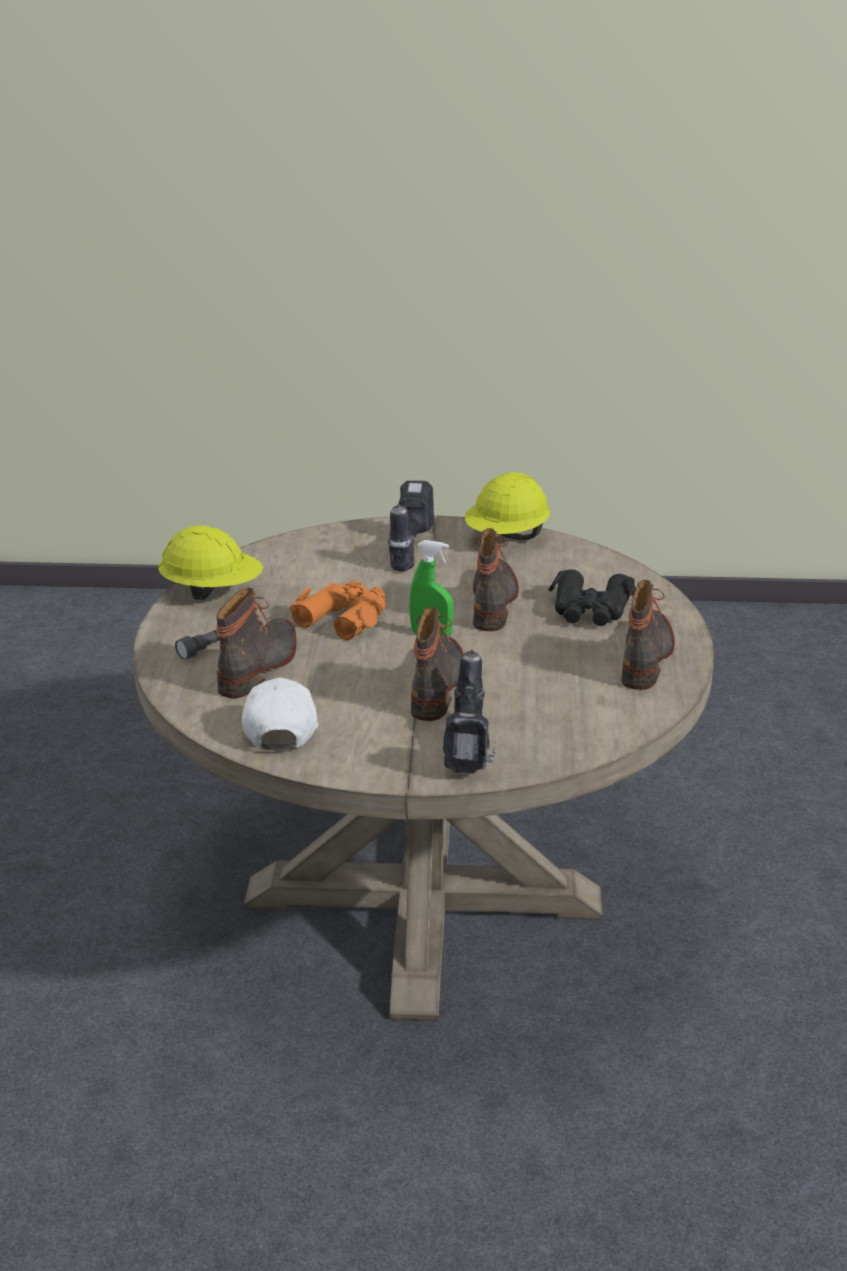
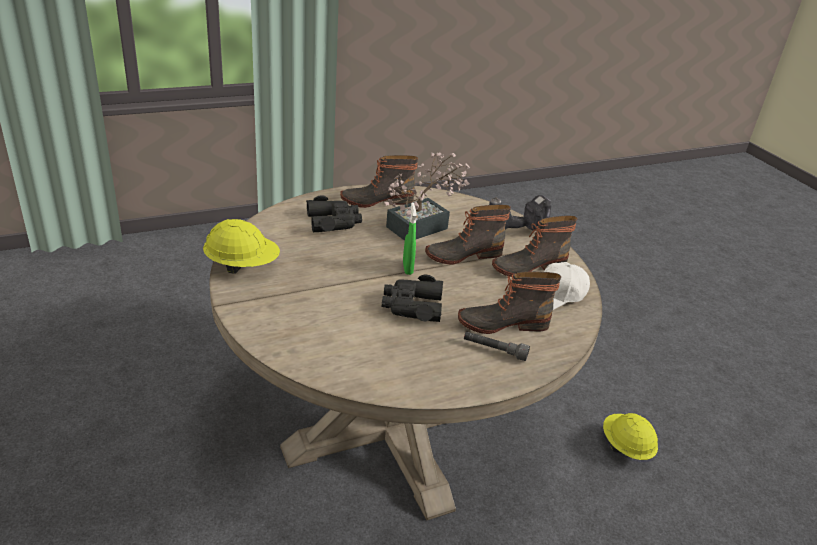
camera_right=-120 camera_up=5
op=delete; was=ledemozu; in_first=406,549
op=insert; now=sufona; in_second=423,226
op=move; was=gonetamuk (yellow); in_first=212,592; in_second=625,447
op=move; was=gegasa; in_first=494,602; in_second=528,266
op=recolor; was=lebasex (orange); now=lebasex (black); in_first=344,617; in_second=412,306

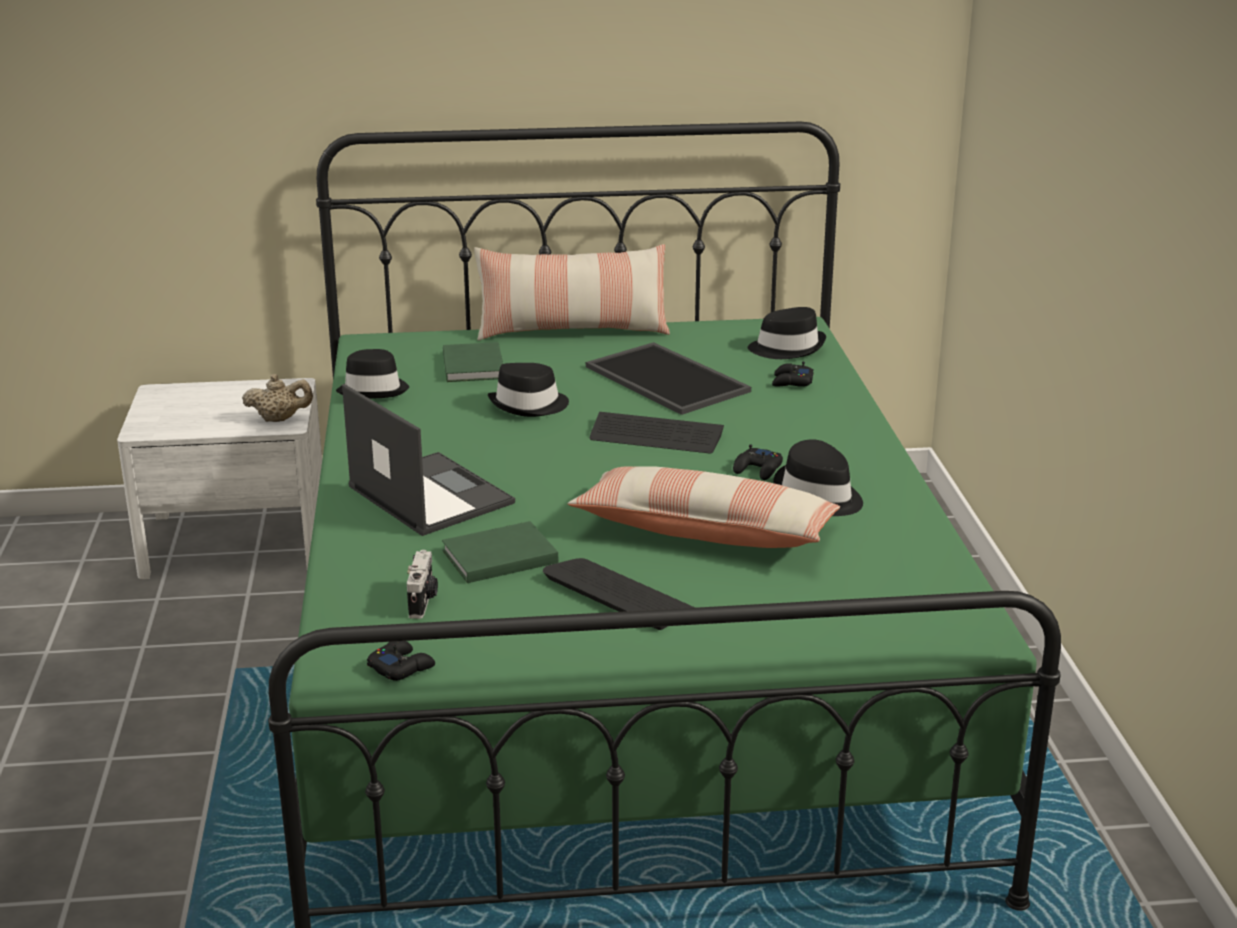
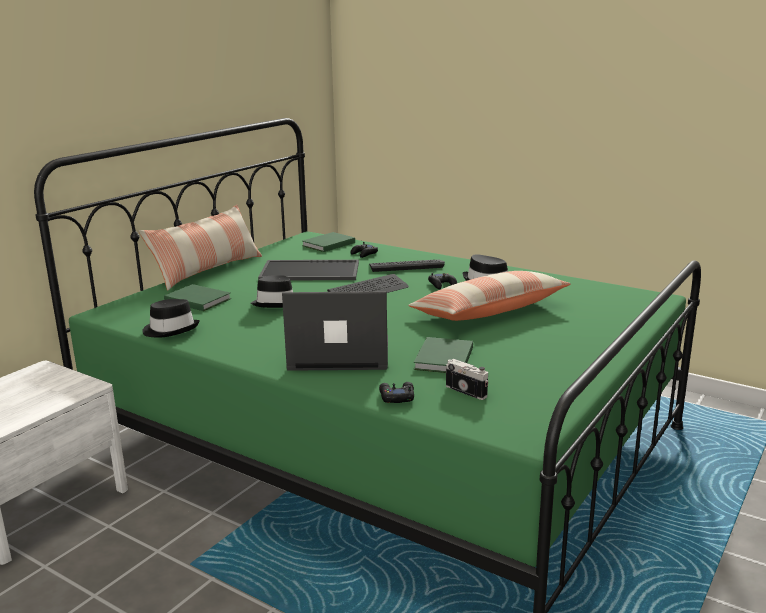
camera_right=-50 camera_up=-5
op=delete; was=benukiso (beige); in_first=279,419
op=move; was=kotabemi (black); in_first=401,667; in_second=396,397
op=move; was=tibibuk; in_first=618,594; in_second=406,266
op=replace; was=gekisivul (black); now=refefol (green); in_first=787,348; in_second=327,244

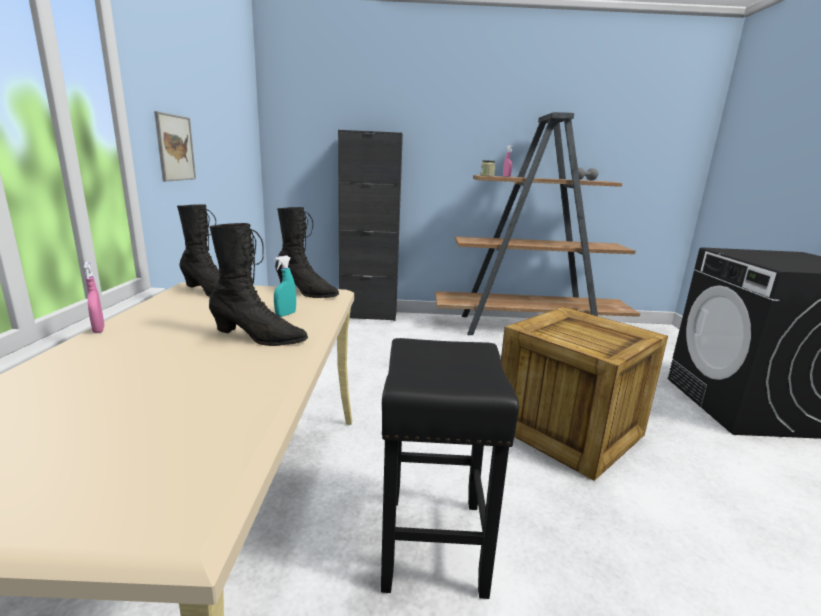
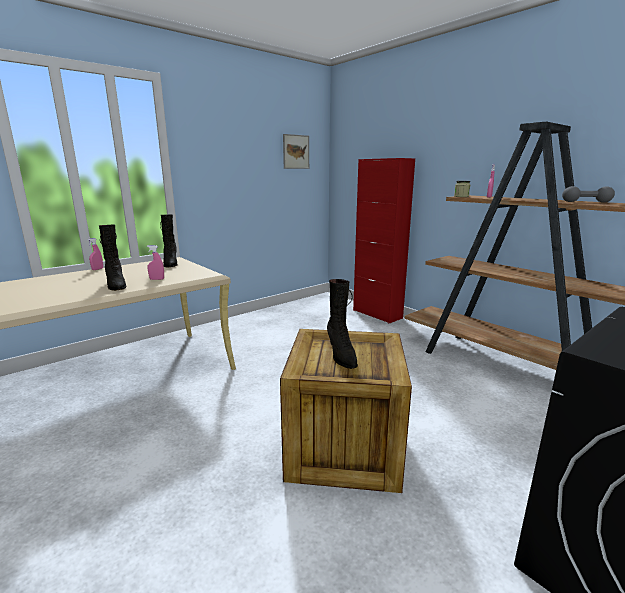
camera_right=50 camera_up=0
op=delete; was=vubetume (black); in_first=434,545
op=move; was=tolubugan; in_first=175,148; in_second=296,152
op=move; was=gegasa (black); in_first=306,292; in_second=341,355
op=recolor; was=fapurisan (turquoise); now=fapurisan (pink); in_first=285,314; in_second=157,279
op=recolor; was=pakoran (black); now=pakoran (red); in_first=368,315; in_second=377,314

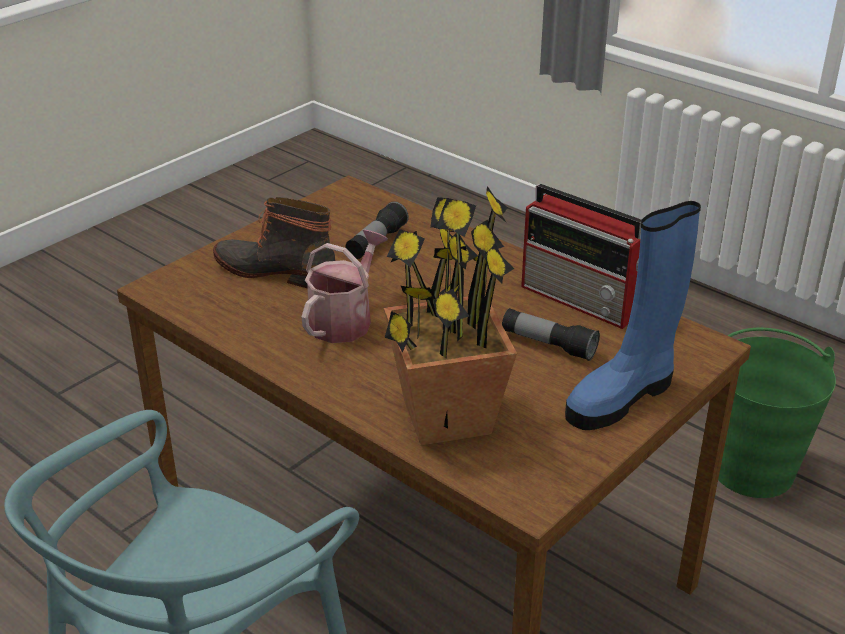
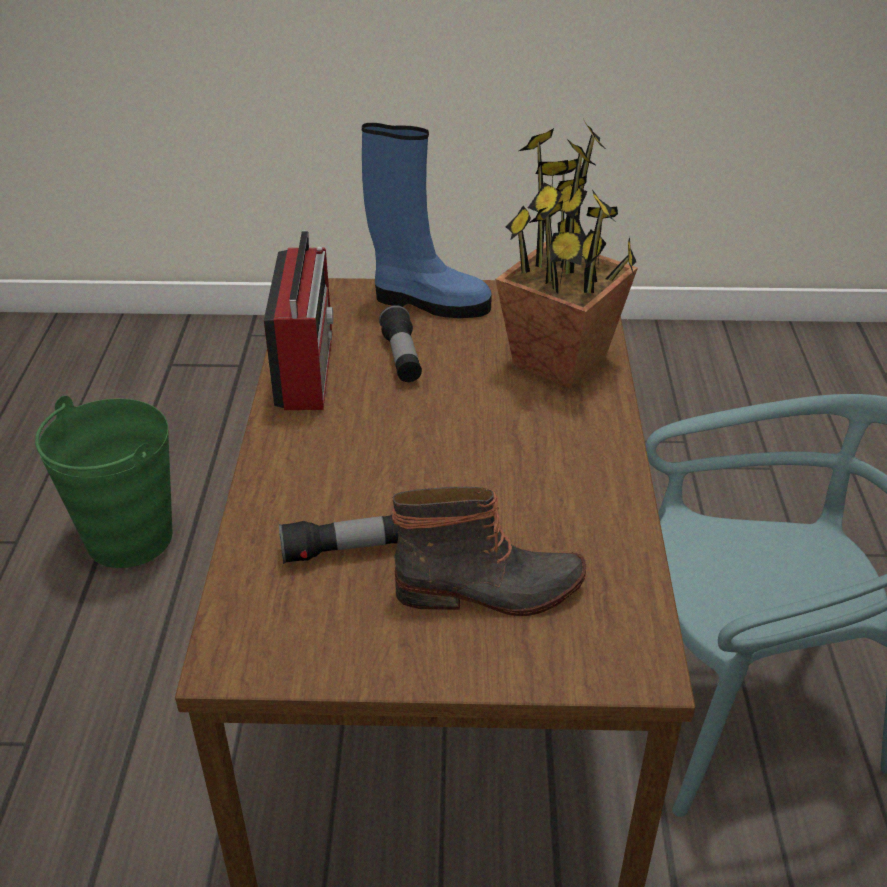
camera_right=-130 camera_up=5
op=delete; was=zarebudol; in_first=345,319
op=rotate; was=gegasa; in_first=277,270; in_second=490,591; clockwise=-75

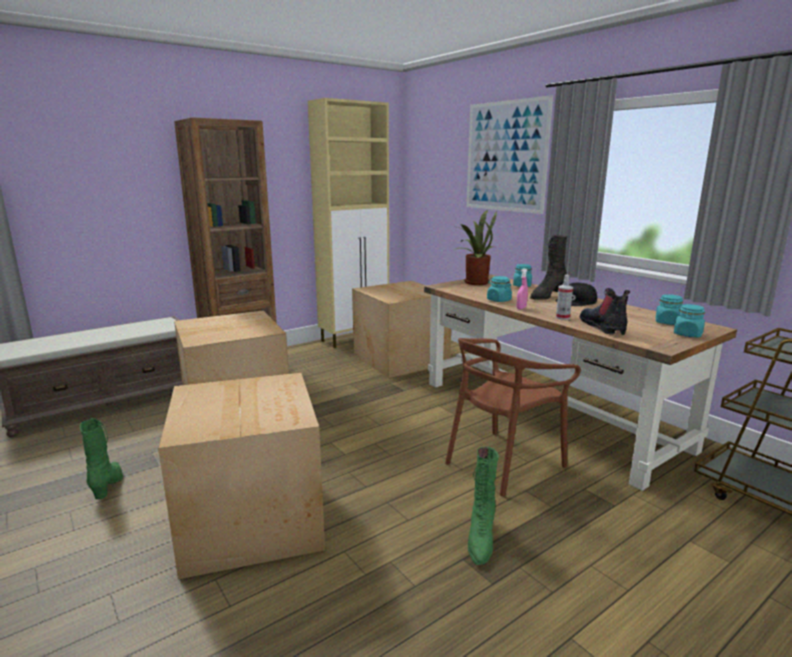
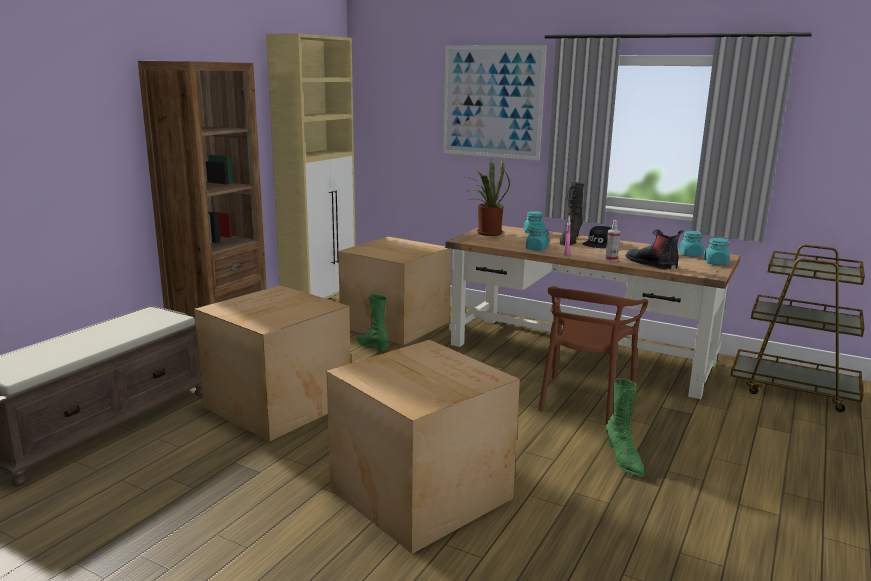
camera_right=-25 camera_up=0
op=move; was=gegasa (green); in_first=108,485; in_second=372,347

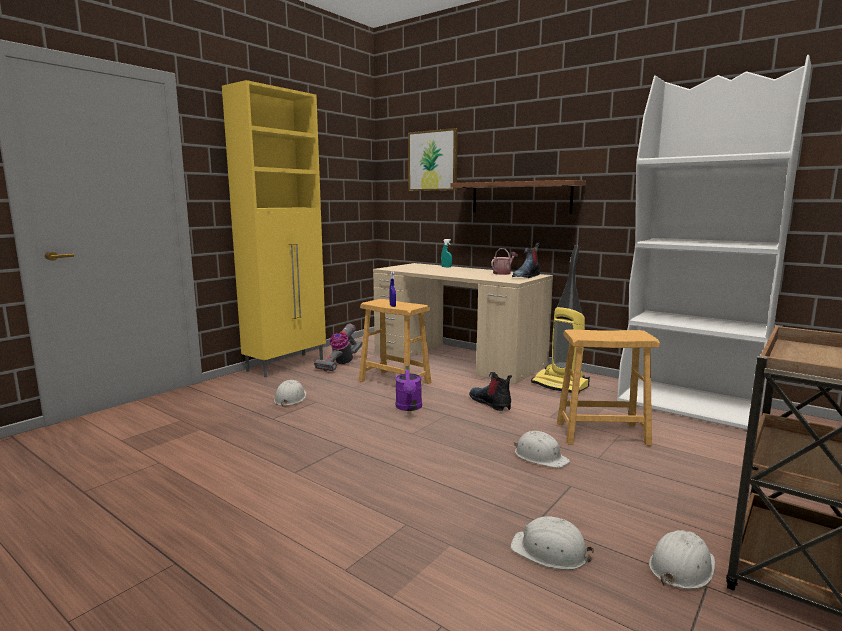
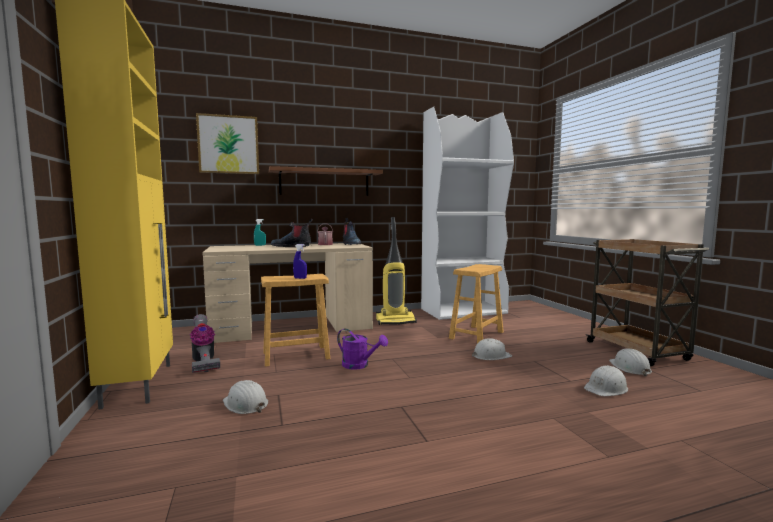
camera_right=-55 camera_up=-5
op=move; was=gegasa; in_first=491,403; in_second=292,246

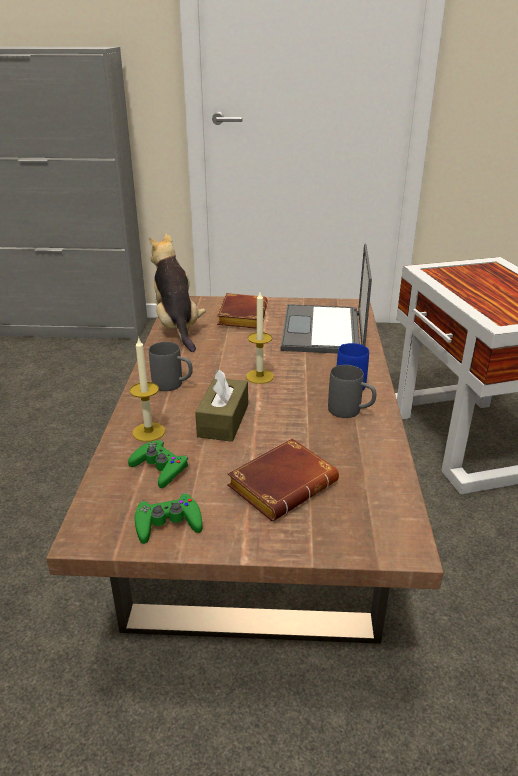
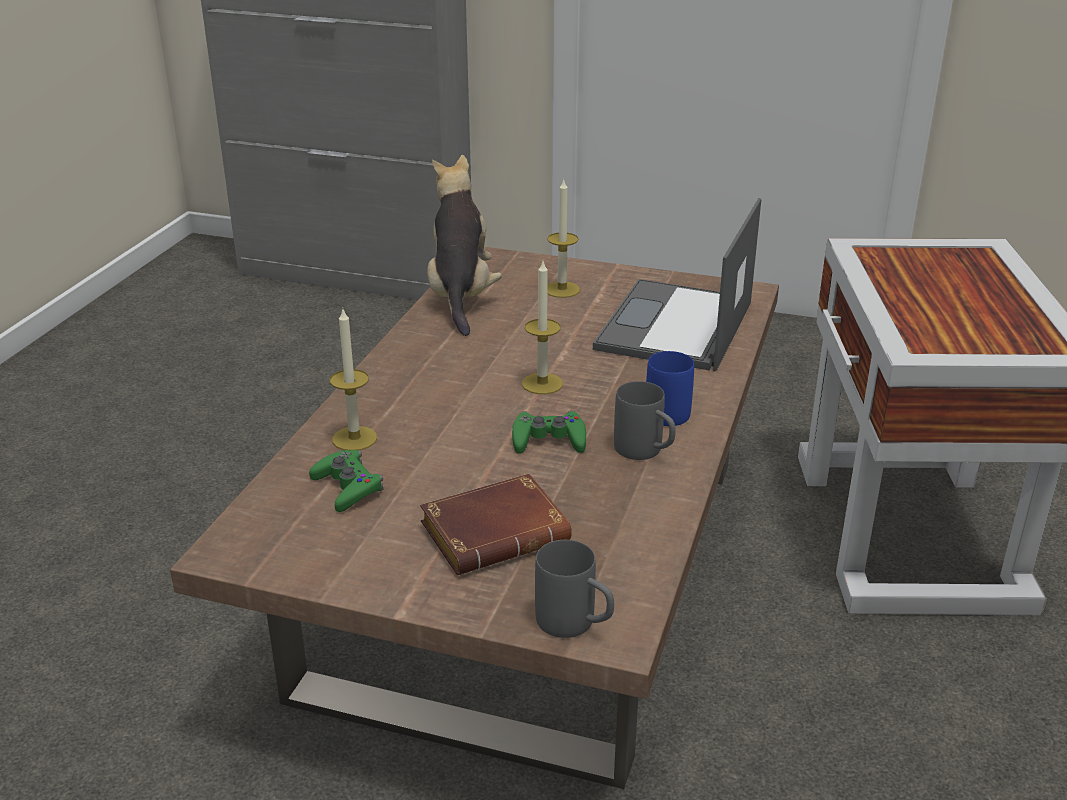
camera_right=15 camera_up=0
op=delete; was=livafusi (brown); in_first=223,420
op=move; was=kotabemi (green); in_first=168,523; in_second=548,440
op=move; was=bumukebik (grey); in_first=173,385; in_second=576,625
op=replace; was=refefol (brown); now=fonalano; in_first=241,316; in_second=562,289

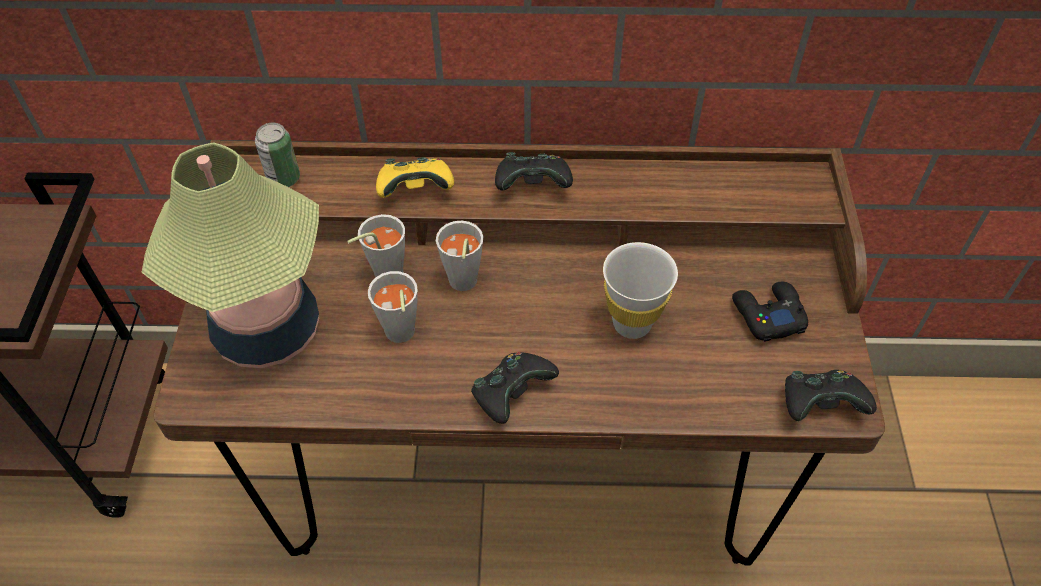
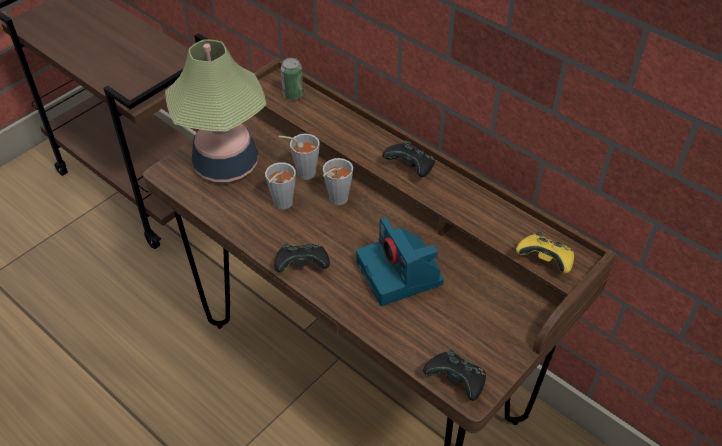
camera_right=40 camera_up=-5
op=delete; was=kotabemi (black); in_first=767,315
op=move; was=kotabemi (yellow); in_first=416,190; in_second=545,261
op=replace; was=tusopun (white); now=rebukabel; in_first=632,323; in_second=400,274

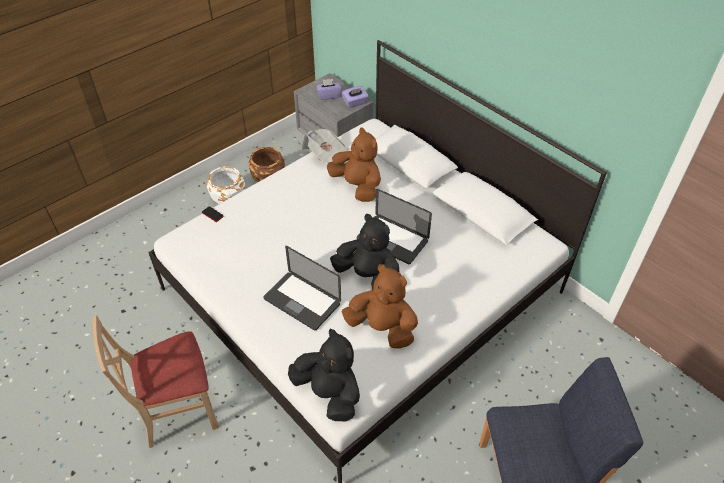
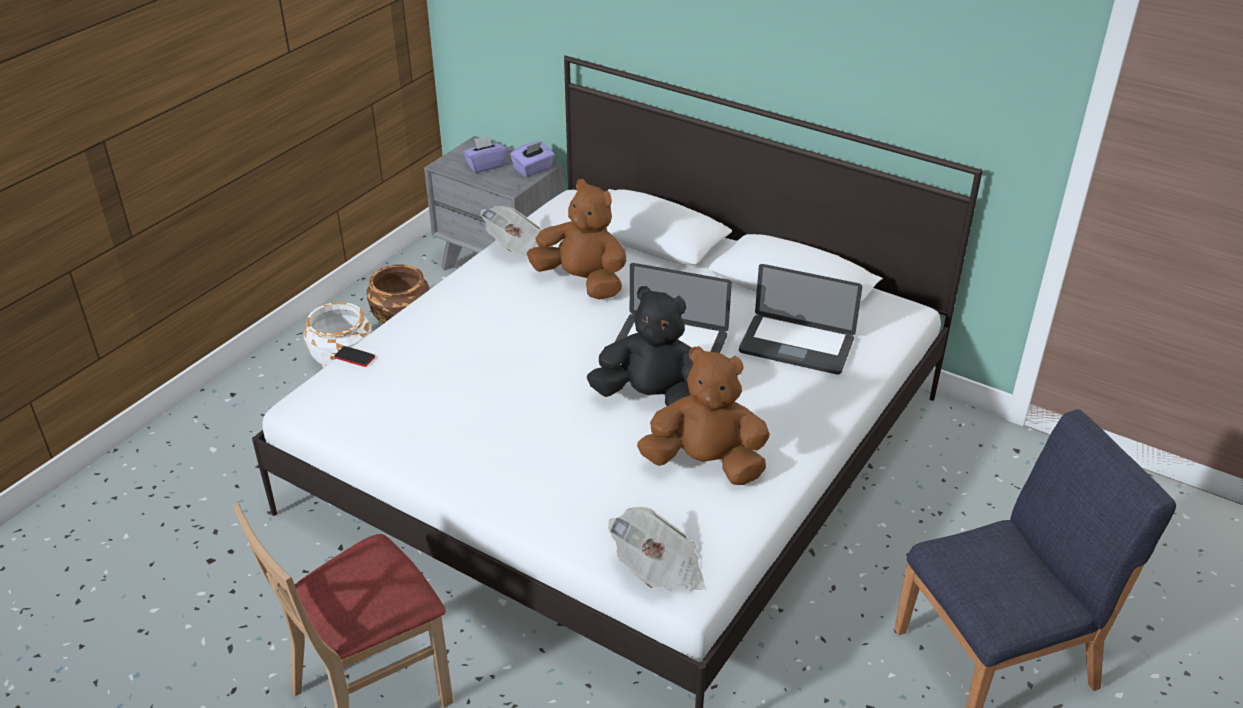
camera_right=-15 camera_up=-10
op=move; was=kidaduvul; in_first=302,301; in_second=796,346
op=replace; was=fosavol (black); now=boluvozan; in_first=329,393; in_second=658,569

